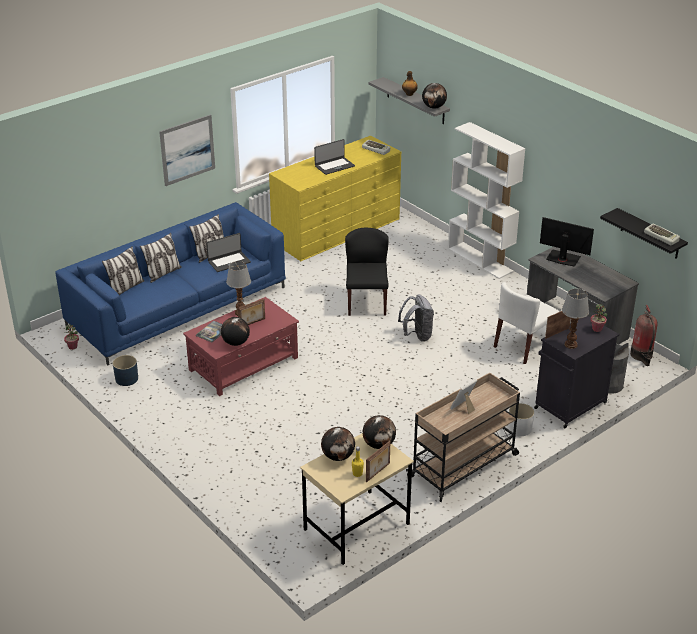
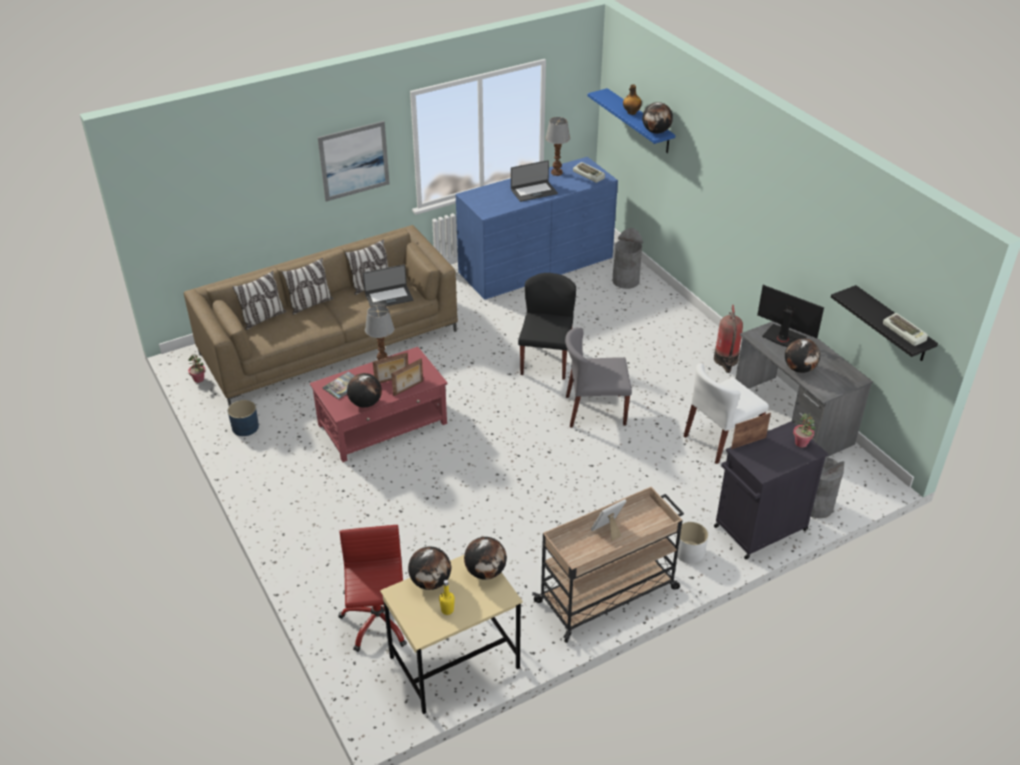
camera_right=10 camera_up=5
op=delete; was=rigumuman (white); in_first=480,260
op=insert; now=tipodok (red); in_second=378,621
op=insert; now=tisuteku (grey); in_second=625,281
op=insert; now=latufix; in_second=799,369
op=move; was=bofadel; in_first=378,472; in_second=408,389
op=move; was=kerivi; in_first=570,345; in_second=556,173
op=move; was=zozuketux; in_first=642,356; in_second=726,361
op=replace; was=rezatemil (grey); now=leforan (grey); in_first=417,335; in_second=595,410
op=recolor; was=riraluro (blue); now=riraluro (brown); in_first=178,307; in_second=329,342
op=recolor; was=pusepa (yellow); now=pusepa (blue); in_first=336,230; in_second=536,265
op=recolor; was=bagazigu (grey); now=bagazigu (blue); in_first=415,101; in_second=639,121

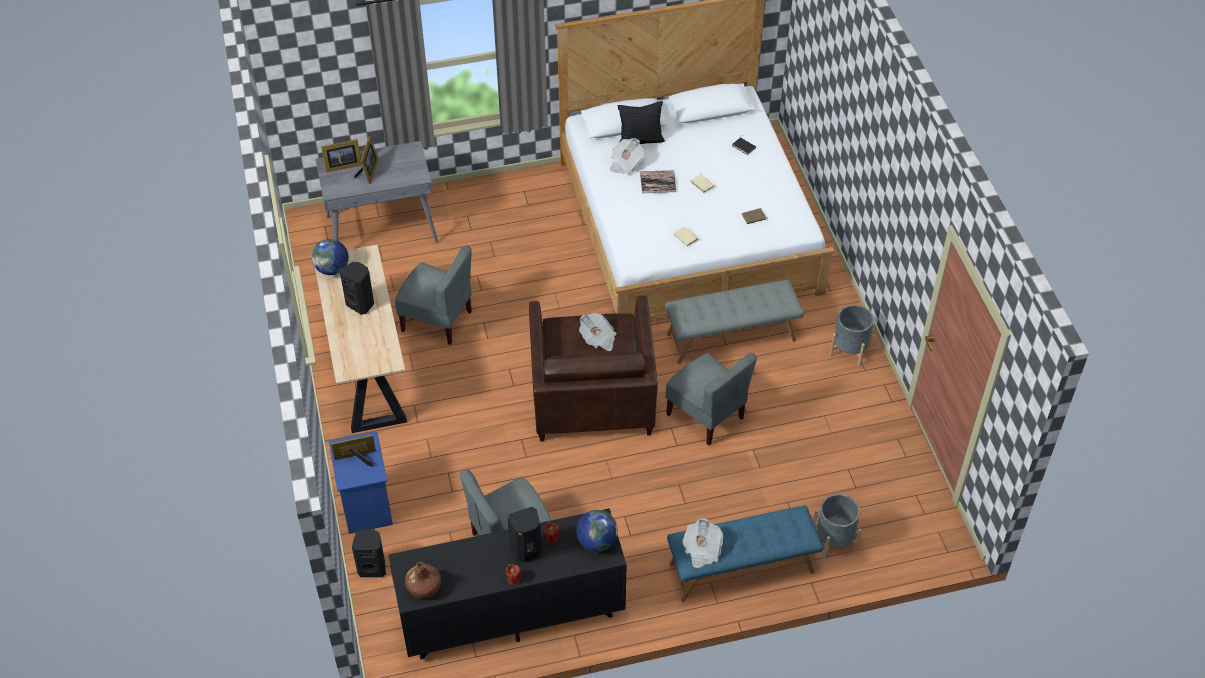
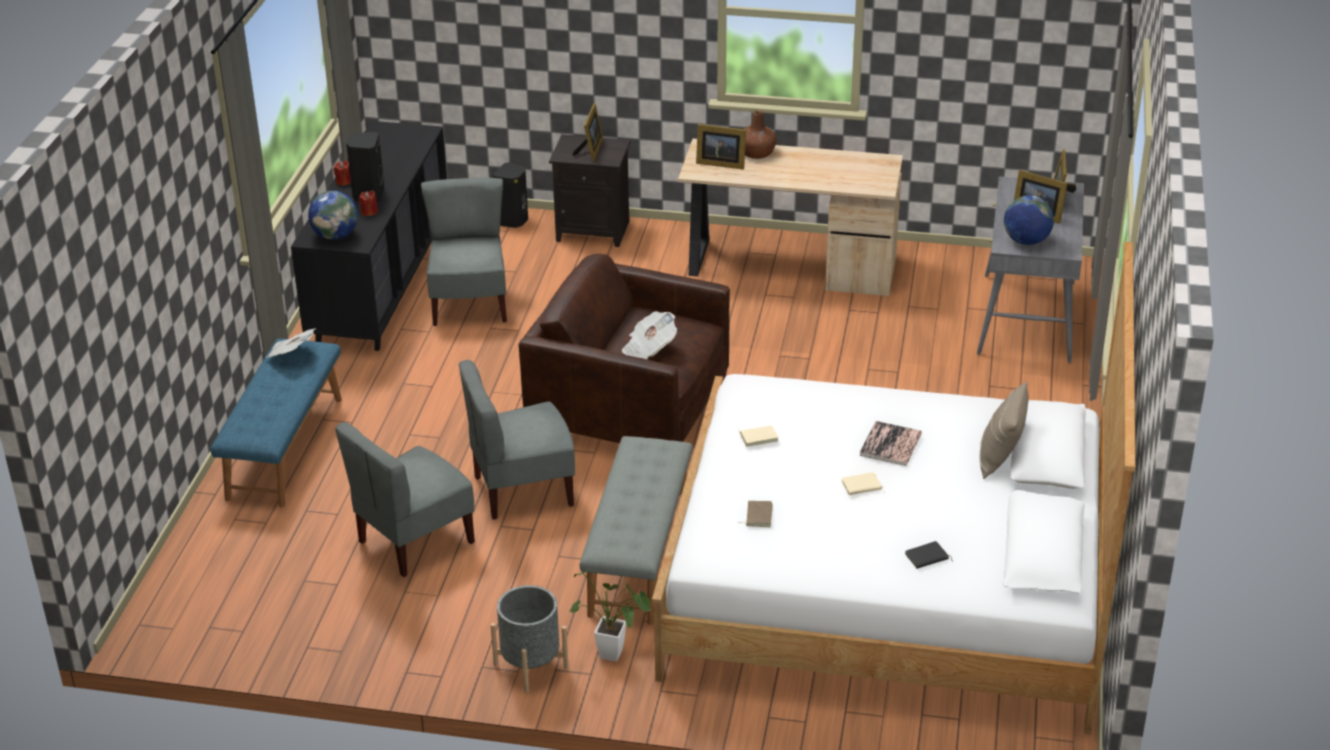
camera_right=115 camera_up=-15
op=delete; was=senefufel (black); in_first=361,304
op=delete; was=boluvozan; in_first=625,164
op=delete; was=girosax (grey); in_first=834,539
op=insert; now=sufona; in_second=616,656
op=insert; now=bofadel; in_second=719,163
op=move; was=latufix; in_first=332,269; in_second=1026,241
op=move; was=leforan (grey); in_first=437,320; in_second=414,542
op=move; was=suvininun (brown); in_first=424,587; in_second=757,152
op=recolor; was=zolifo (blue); now=zolifo (black); in_first=365,506; in_second=594,230
op=recolor; was=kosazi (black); now=kosazi (beige); in_first=640,140; in_second=1000,458

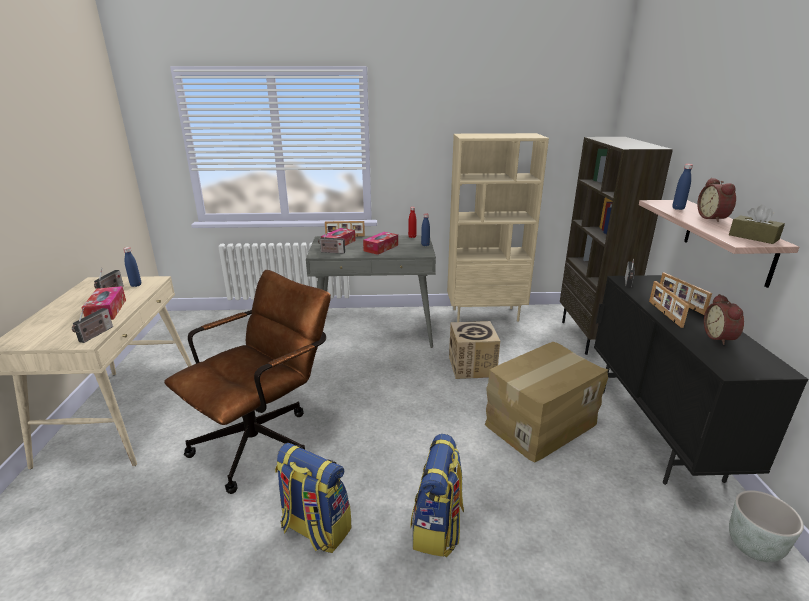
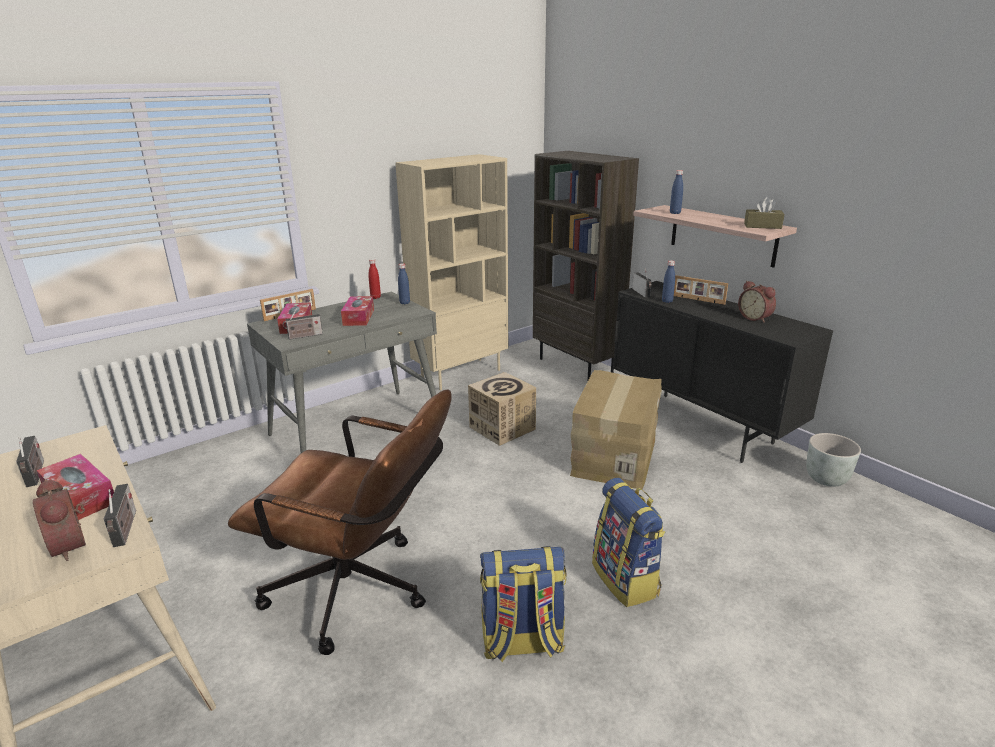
camera_right=-35 camera_up=0
op=delete; was=bofadel; in_first=664,314
op=move; was=suvininun (blue); in_first=136,285; in_second=667,301
op=move; was=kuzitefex; in_first=713,218; in_second=73,544
op=rotate; was=tipodok (brown); in_first=264,439; in_second=360,593; clockwise=105

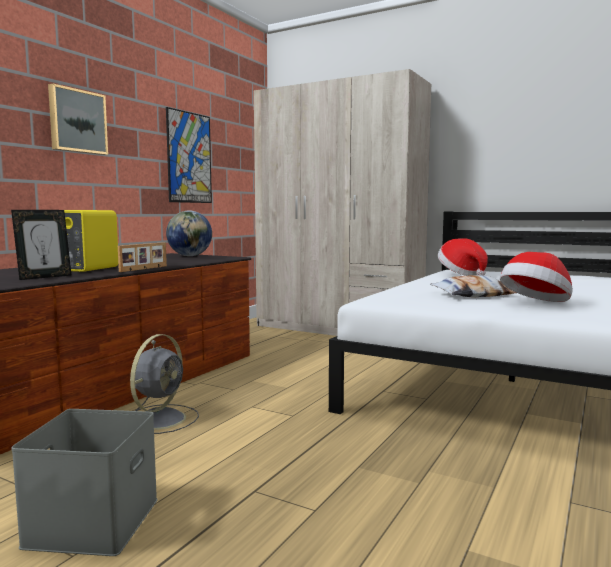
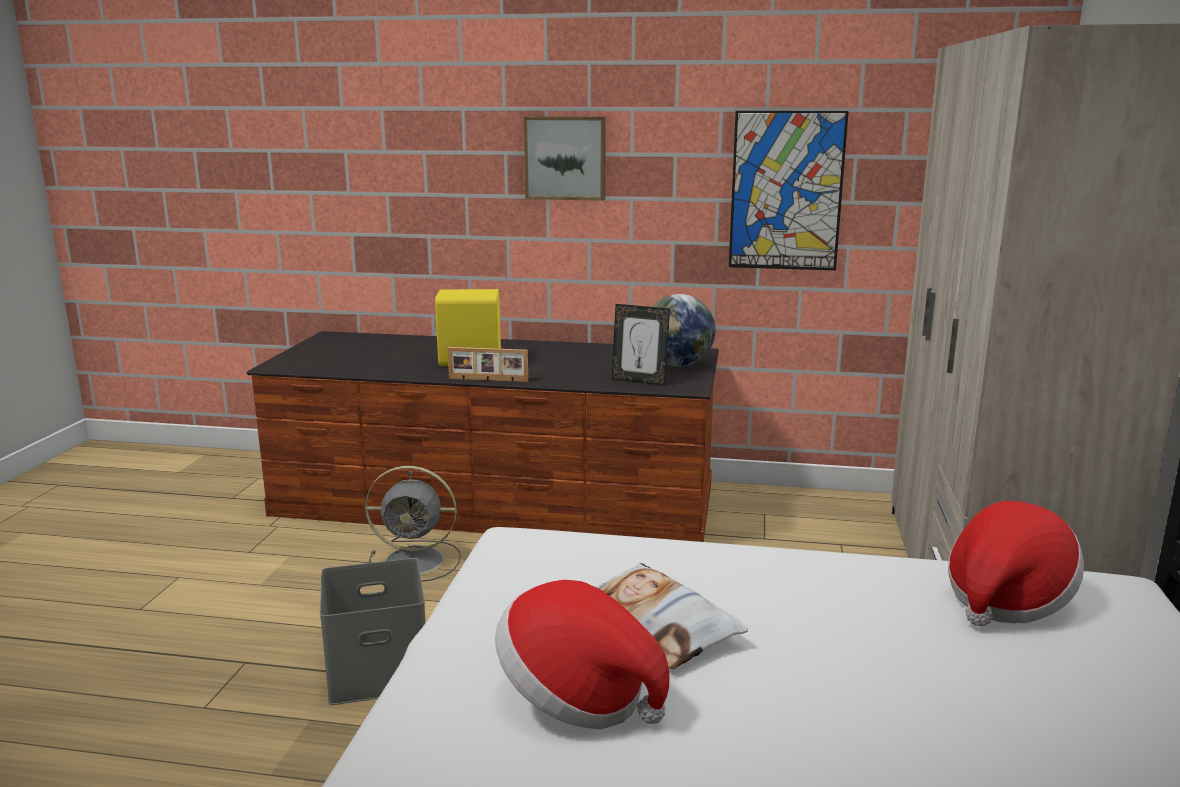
camera_right=70 camera_up=10
op=move; was=bofadel; in_first=44,277; in_second=639,381
op=move; was=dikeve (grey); in_first=92,520; in_second=380,668

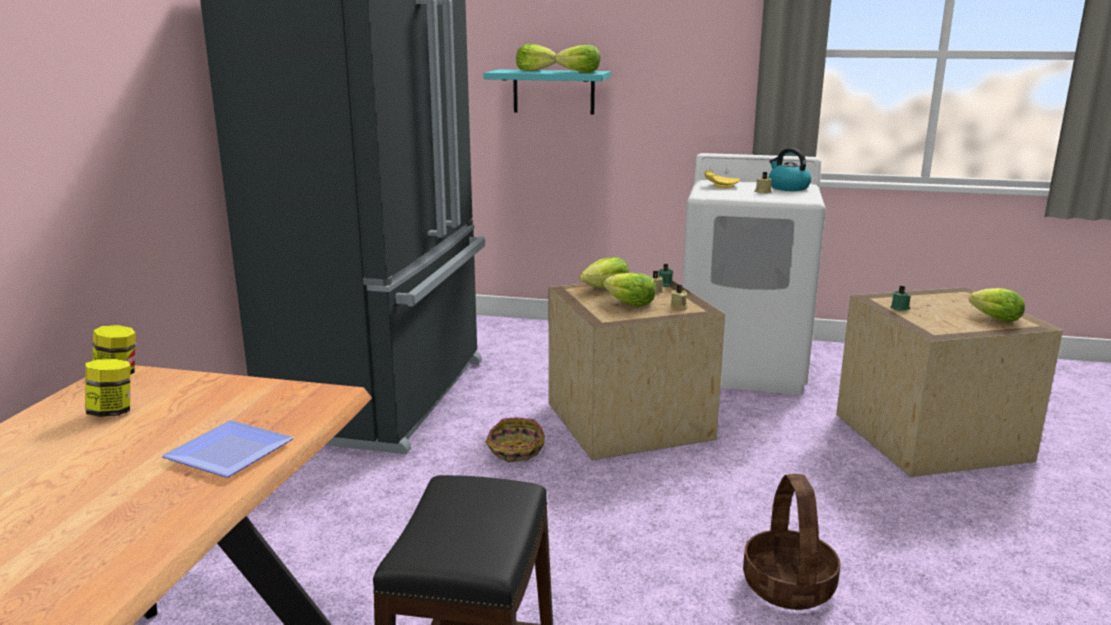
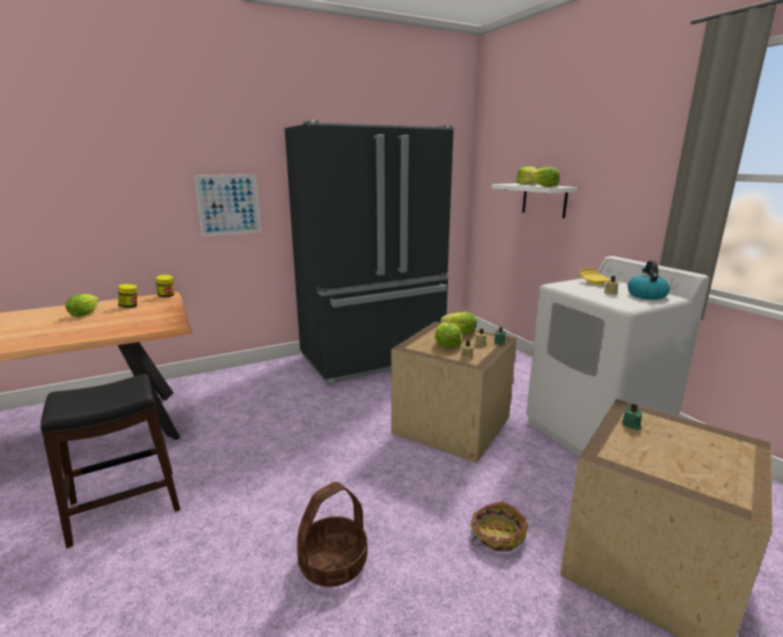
camera_right=50 camera_up=0
op=delete; was=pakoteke; in_first=230,451
op=insert; now=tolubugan; in_second=228,205
op=move; was=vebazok; in_first=515,451; in_second=497,535
op=move; was=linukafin; in_first=992,318; in_second=86,314
op=recolor; was=bagazigu (turquoise); now=bagazigu (white); in_first=553,91; in_second=544,200

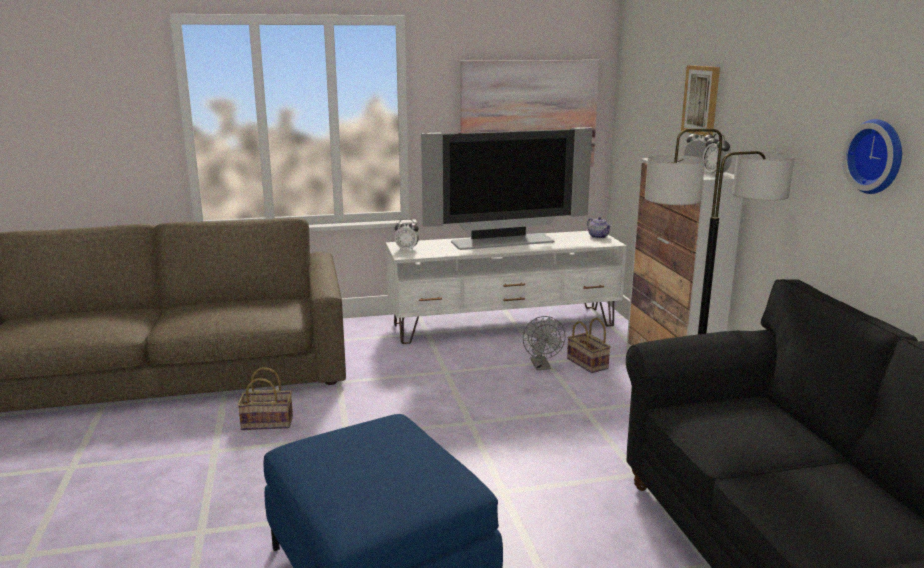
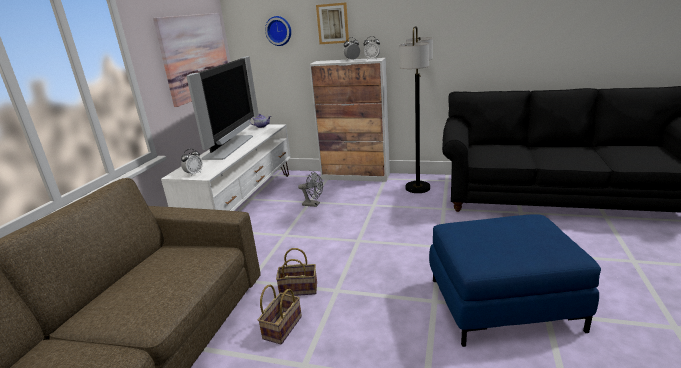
camera_right=-60 camera_up=5
op=move; was=vebazok; in_first=588,364; in_second=299,289
op=move; was=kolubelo; in_first=878,156; in_second=279,31

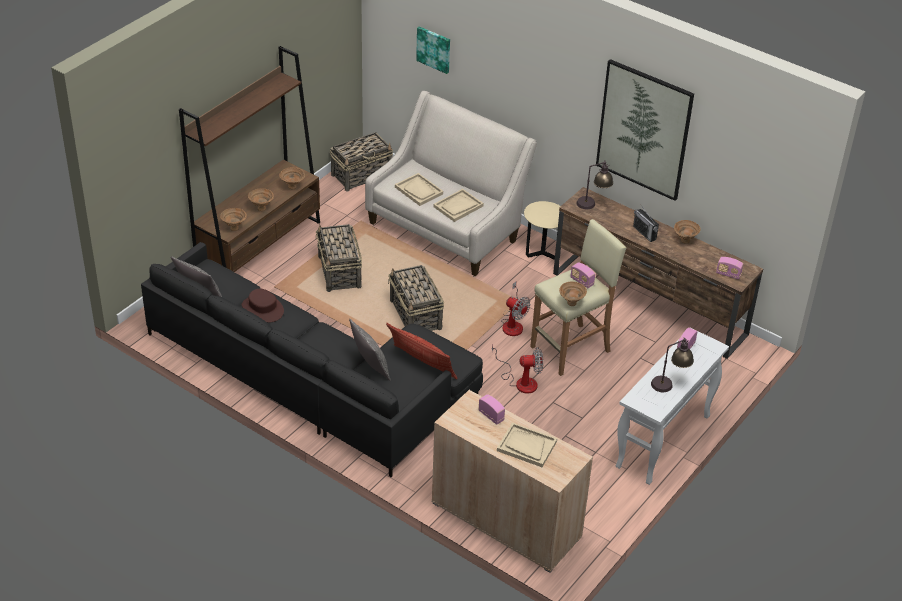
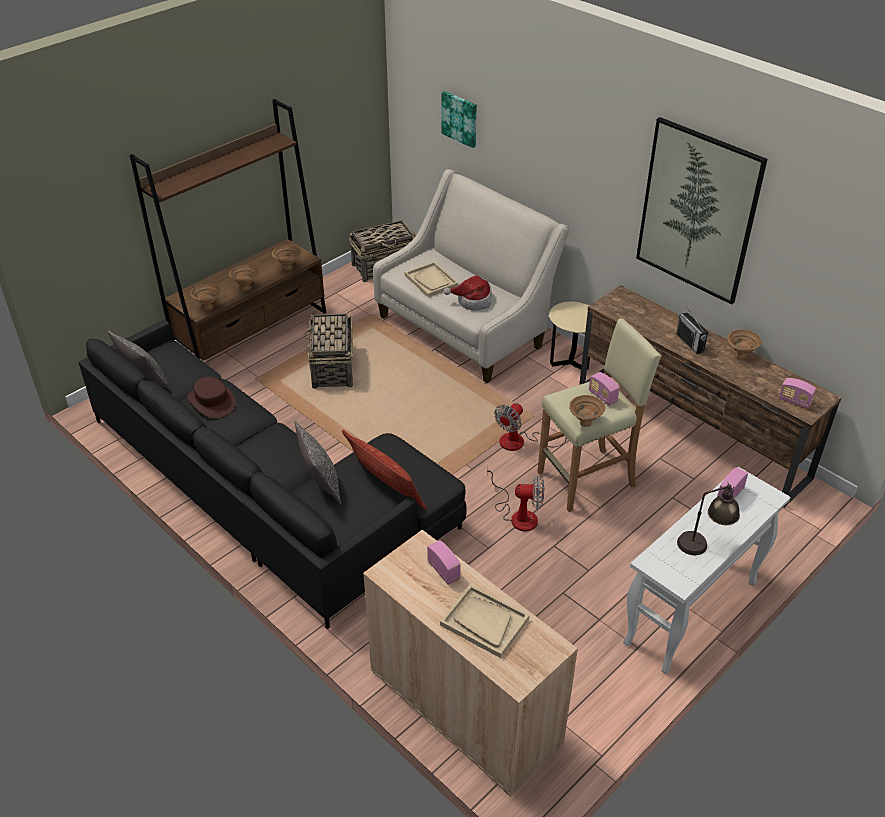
camera_right=10 camera_up=0
op=delete; was=vebazok; in_first=416,315
op=delete; was=kerivi; in_first=593,204
op=replace; was=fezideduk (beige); now=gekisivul; in_first=458,206; in_second=472,301
op=rotate; was=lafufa; in_first=513,323; in_second=521,442; clockwise=75

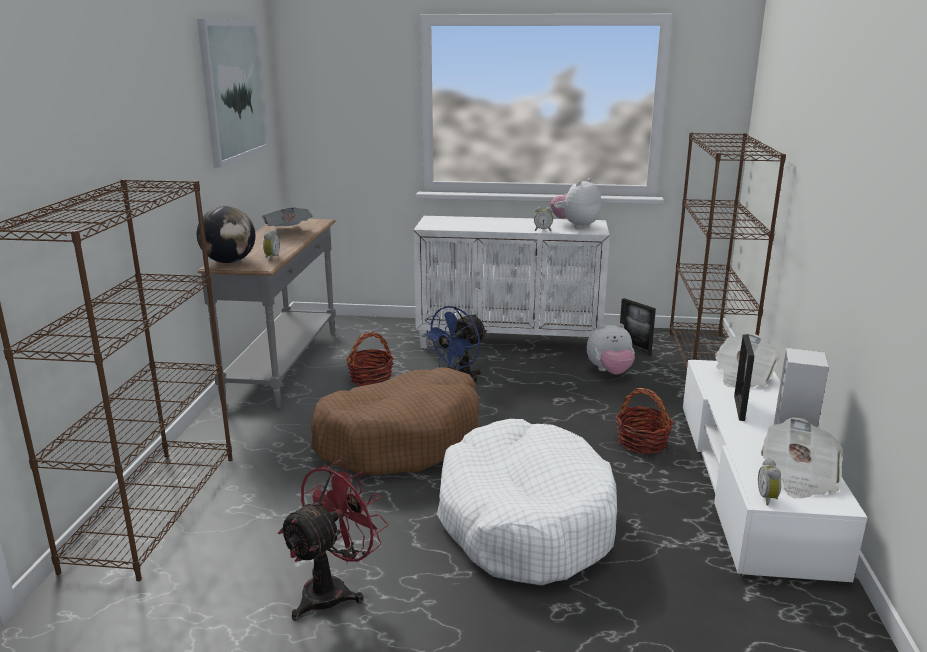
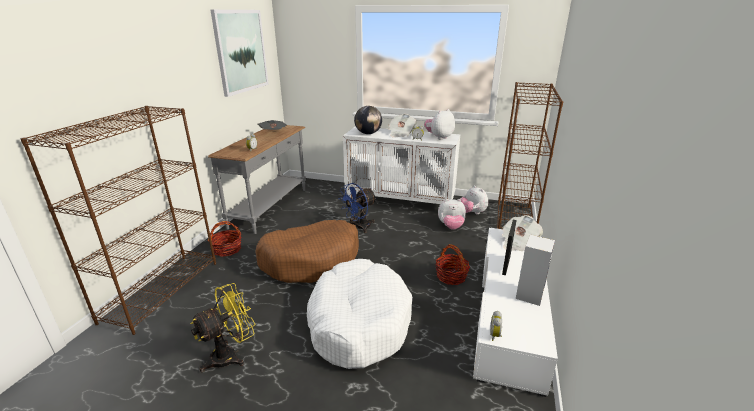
camera_right=10 camera_up=5
op=move; was=latufix; in_first=229,262; in_second=368,133
op=move; was=vebazok; in_first=371,378; in_second=227,249
op=move; was=boluvozan; in_first=798,477; in_second=401,133
op=replace; was=bofadel; now=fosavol; in_first=634,349; in_second=472,213
op=recolor; was=lafufa (red); now=lafufa (yellow); in_first=333,590; in_second=230,355

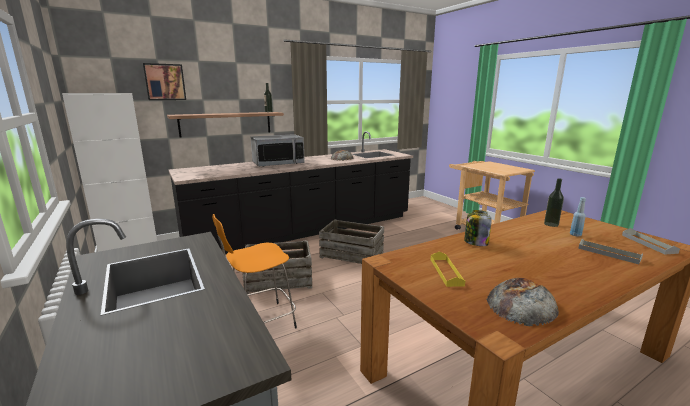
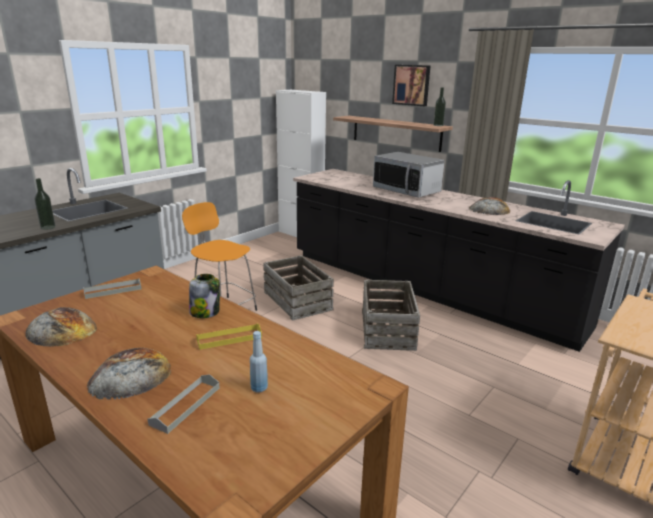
camera_right=70 camera_up=5
op=insert; now=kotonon; in_second=131,375
op=move; was=tolubugan; in_first=165,82; in_second=411,85
op=move; was=fezideduk (yellow); in_first=446,272; in_second=229,338
op=move; was=suvininun; in_first=551,224; in_second=48,227
op=move; was=fezideduk (grey); in_first=648,244; in_second=113,290

